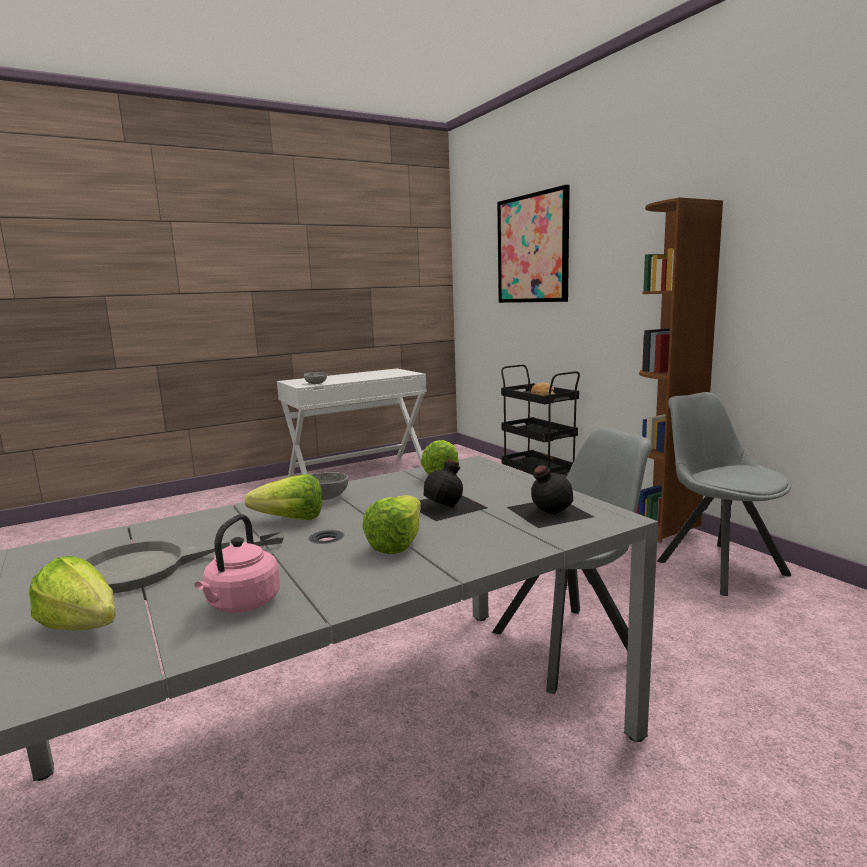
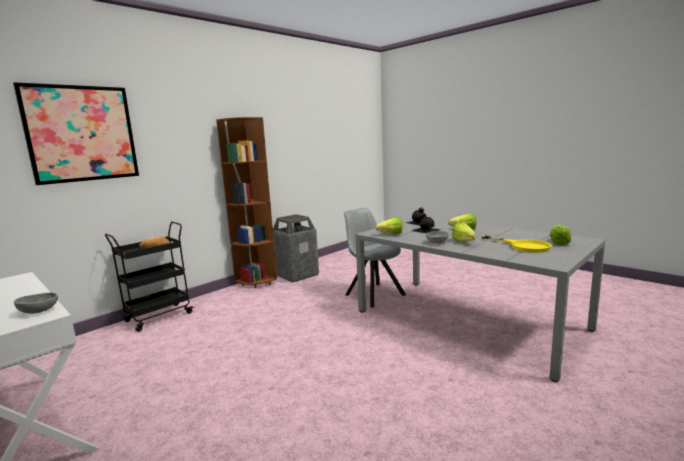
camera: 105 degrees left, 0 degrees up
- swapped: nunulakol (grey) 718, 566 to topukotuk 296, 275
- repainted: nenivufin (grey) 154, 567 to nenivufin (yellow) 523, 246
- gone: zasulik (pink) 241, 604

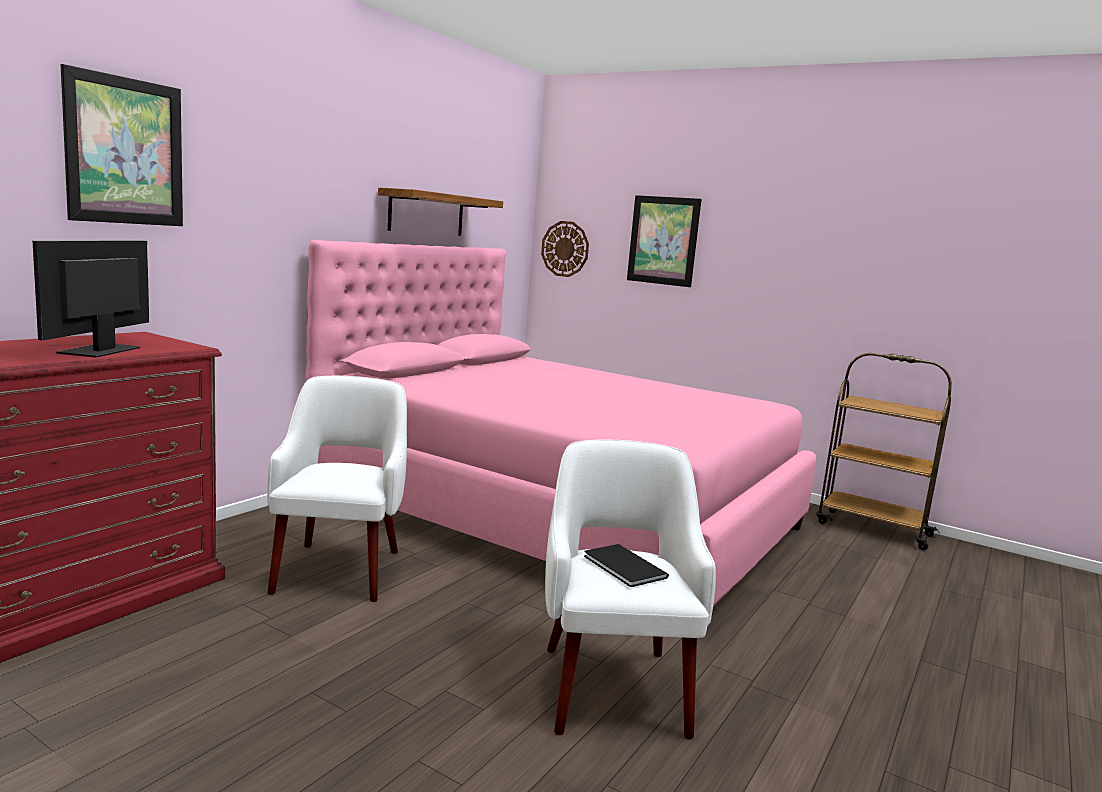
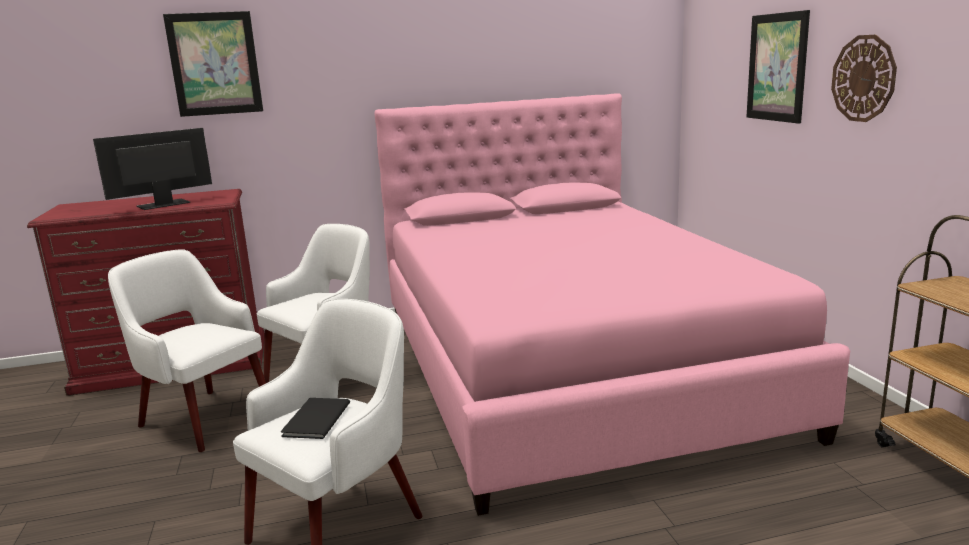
camera: 45 degrees right, 5 degrees up
- new: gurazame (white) 204, 418
- shifted: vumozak 565, 249 to 863, 78
- gone: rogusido 426, 213

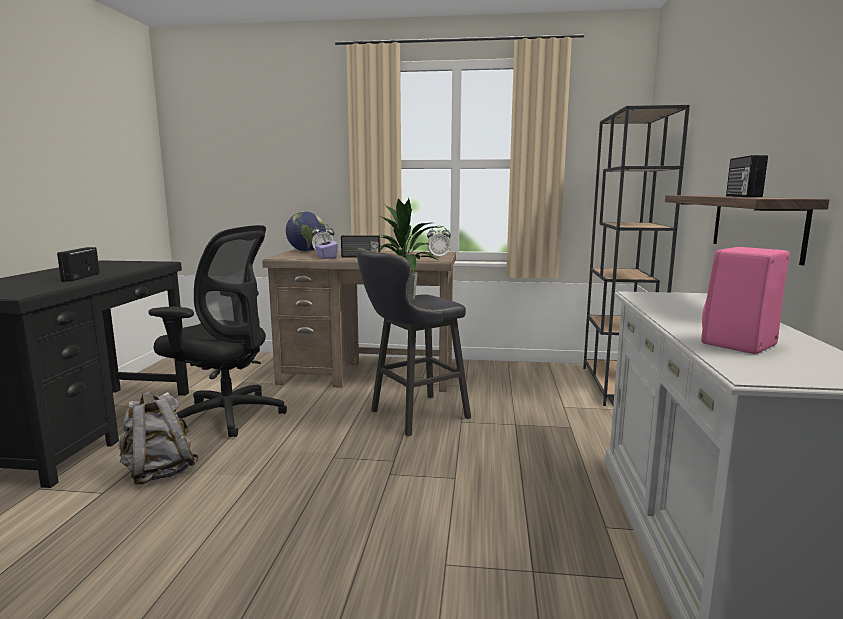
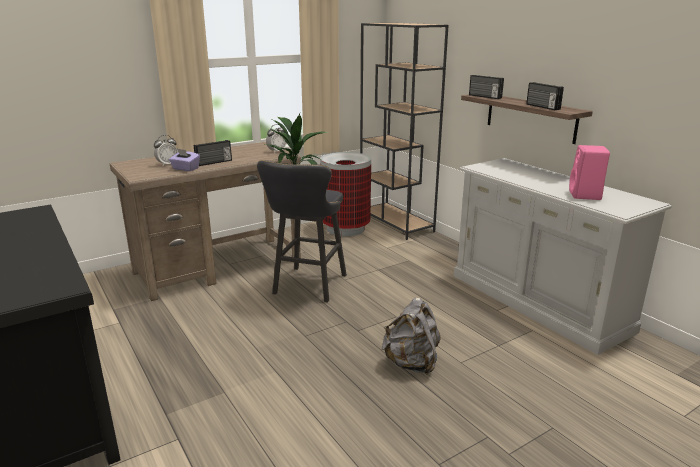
camera: 40 degrees left, 10 degrees up
- new: topukotuk 346, 228
- shifted: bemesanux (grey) 159, 472 to 411, 363
- shifted: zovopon 80, 277 to 484, 96
- gone: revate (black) 222, 415
- gone: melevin 306, 251

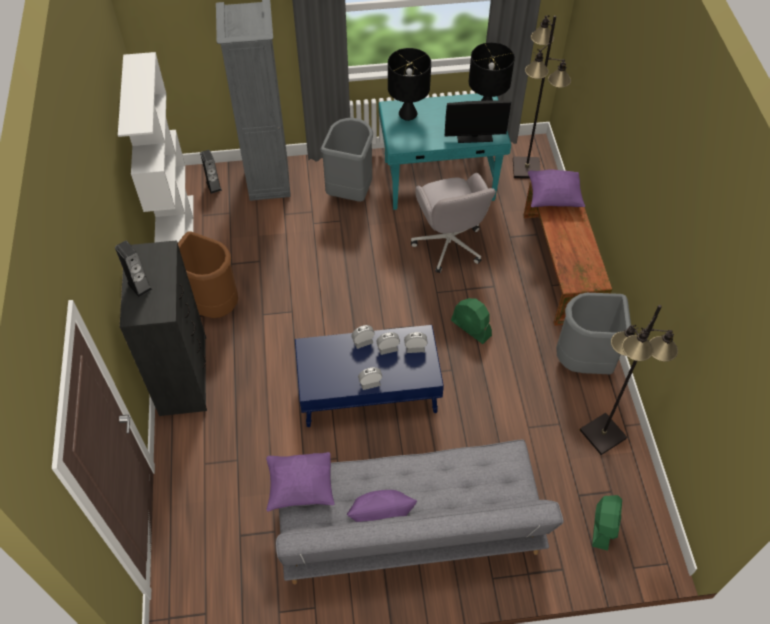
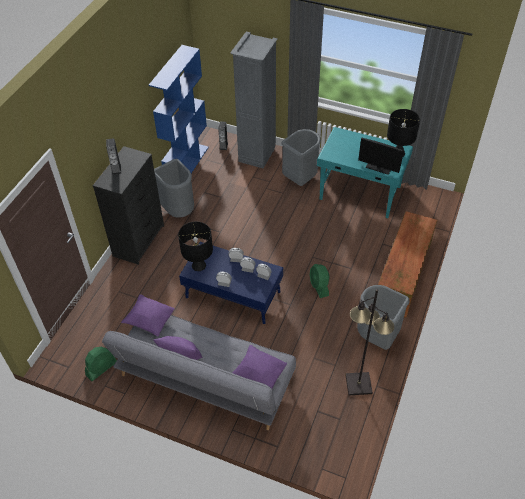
camera: 30 degrees right, 5 degrees down
- shifted: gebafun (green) 603, 526 to 101, 368
- repainted: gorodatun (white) 178, 233 to gorodatun (blue) 187, 164
- repainted: topukotuk (brown) 212, 306 to topukotuk (grey) 178, 210
- shifted: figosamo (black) 407, 115 to 199, 266
- shifted: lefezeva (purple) 553, 198 to 259, 374
- gone: revate (grey) 448, 246
- gone: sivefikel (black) 526, 168

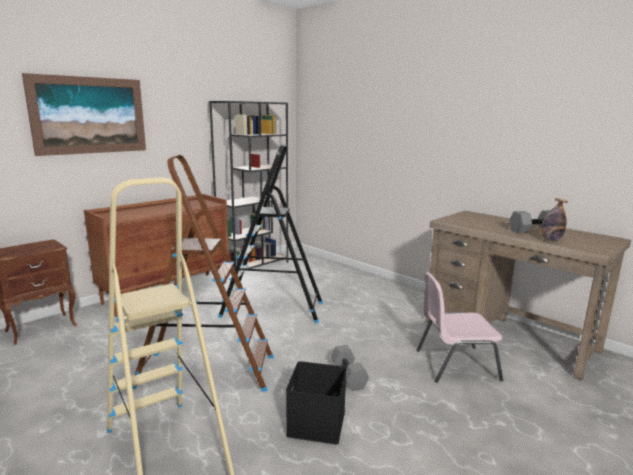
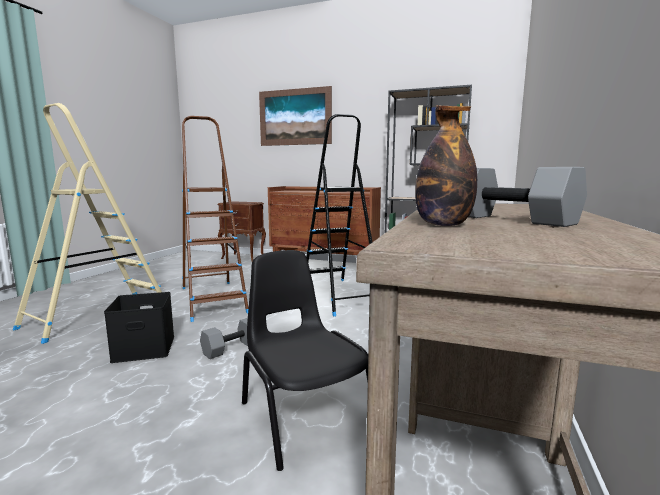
camera: 65 degrees right, 5 degrees down
- repainted: nunulakol (pink) 455, 364 to nunulakol (black) 305, 414

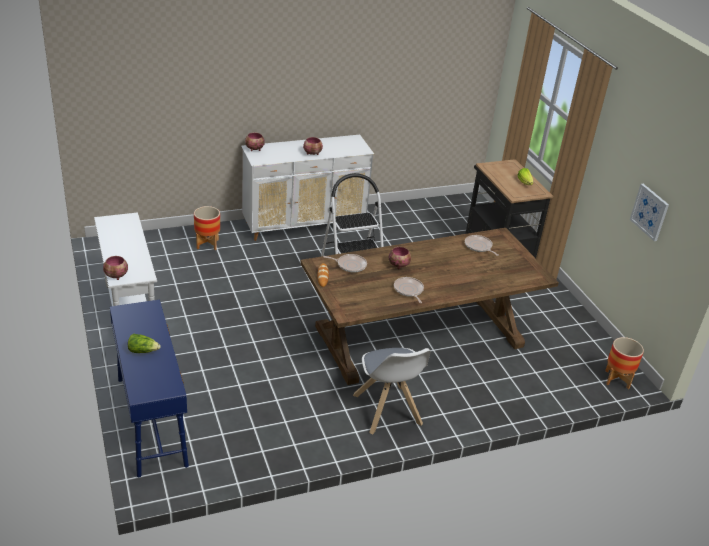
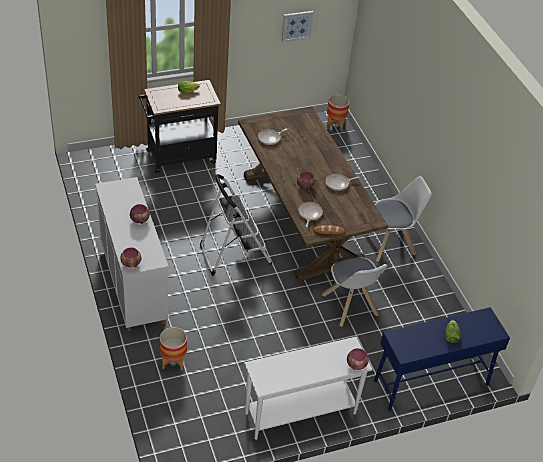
camera: 90 degrees left, 10 degrees up
- new: nunulakol 350, 306

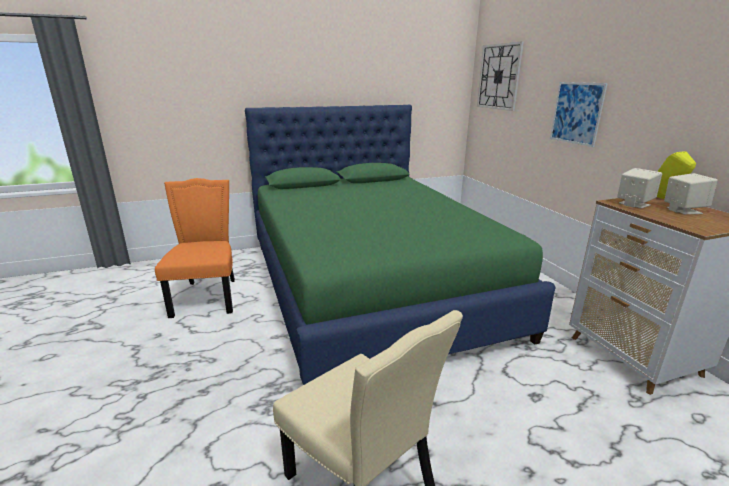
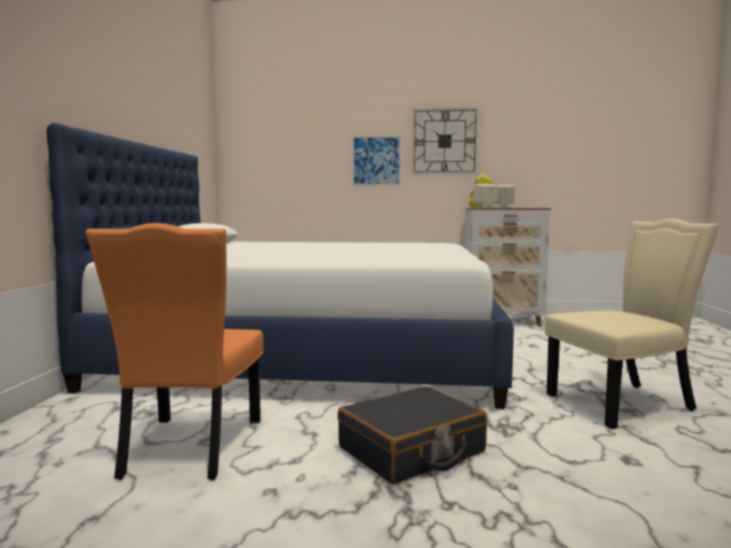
camera: 65 degrees left, 15 degrees down
- repainted: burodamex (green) 370, 285 to burodamex (white) 308, 356
- rotated: nunulakol (orange) 207, 298 = 192, 445 105 degrees counterclockwise
- new: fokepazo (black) 412, 451
- shifted: vumozak 499, 77 to 444, 141

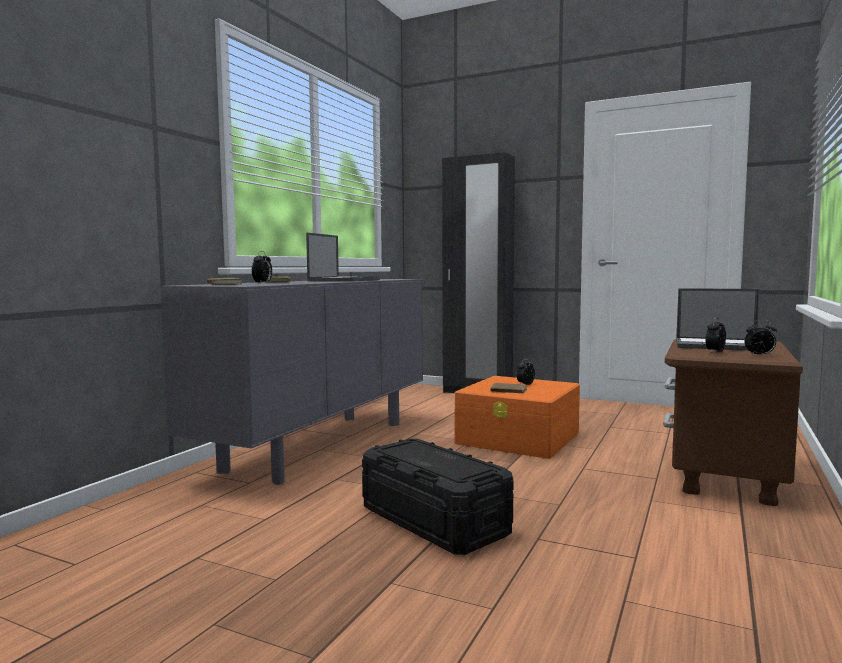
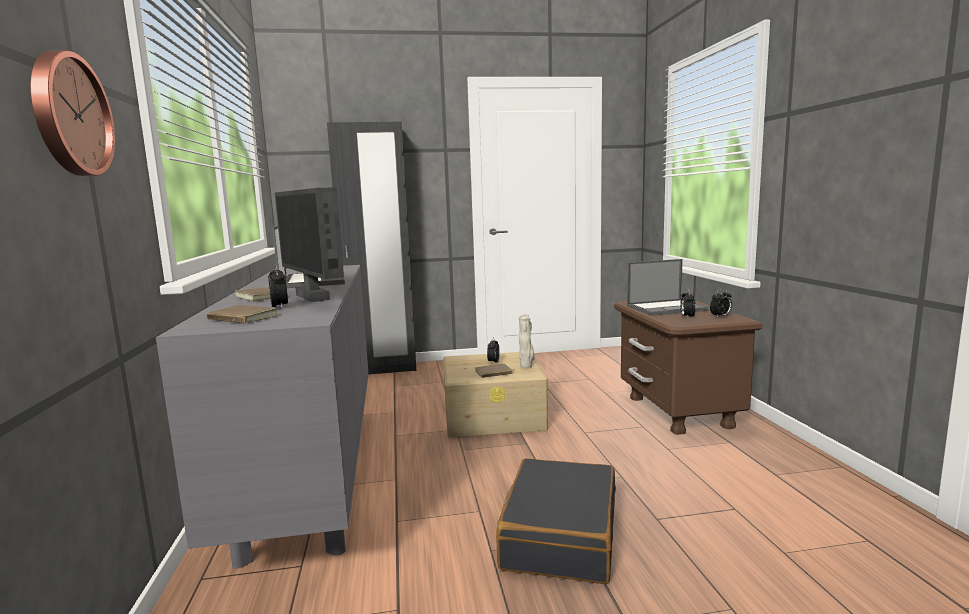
camera: 35 degrees left, 5 degrees up
- new: vumozak 68, 115
- new: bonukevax 314, 297
- repainted: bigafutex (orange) 519, 438 to bigafutex (beige) 494, 414
- swapped: bigafutex (black) 434, 521 to fokepazo (black) 559, 535
- new: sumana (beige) 526, 366

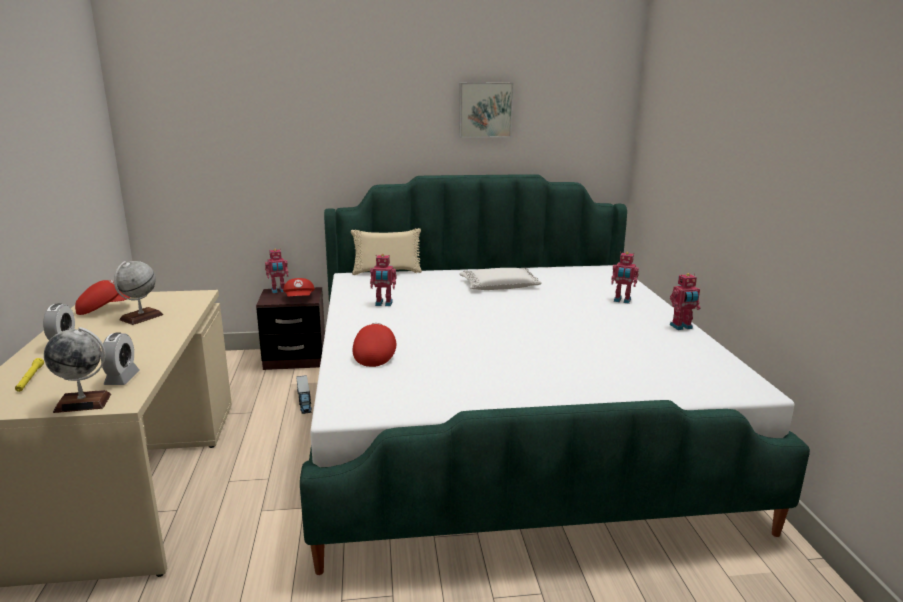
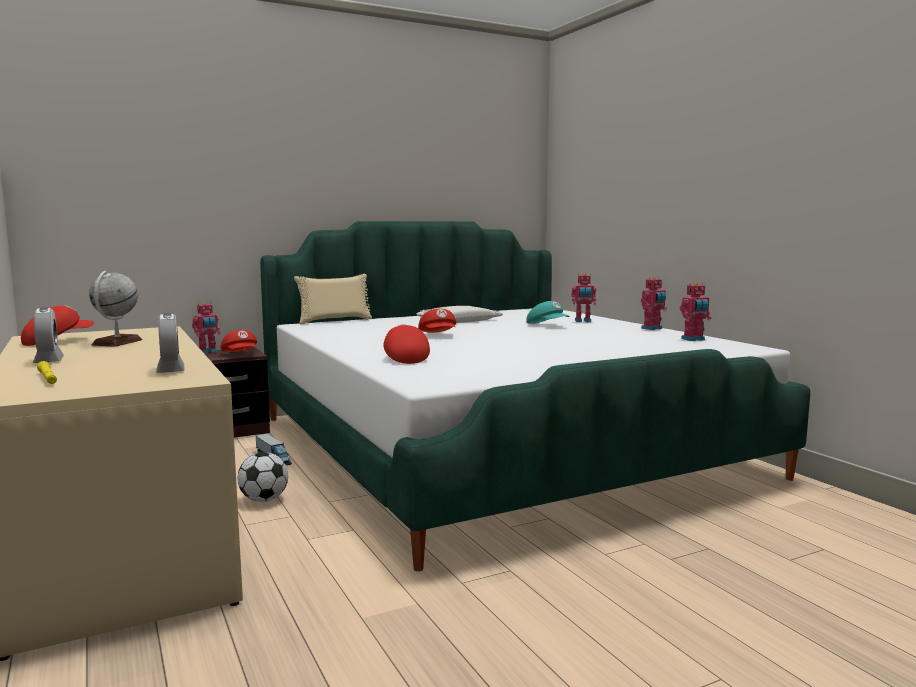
camera: 20 degrees left, 10 degrees down
- new: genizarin 264, 500
- new: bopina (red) 439, 335
- new: bopina (turquoise) 547, 325
- shifted: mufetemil 383, 304 to 694, 339
- gone: melevin 83, 403
- gone: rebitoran 485, 110

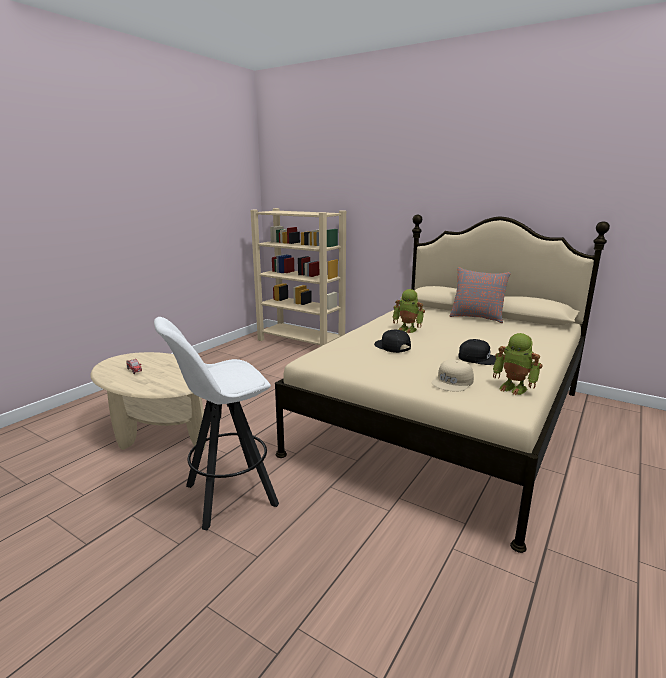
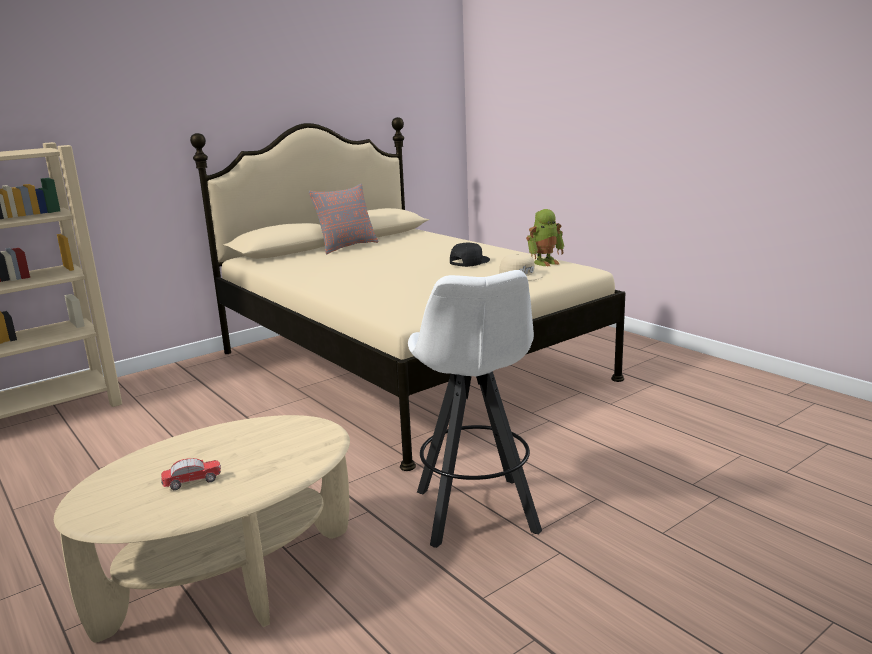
camera: 70 degrees left, 0 degrees up
- gone: bopina (black) 392, 346
- gone: mufetemil 408, 329

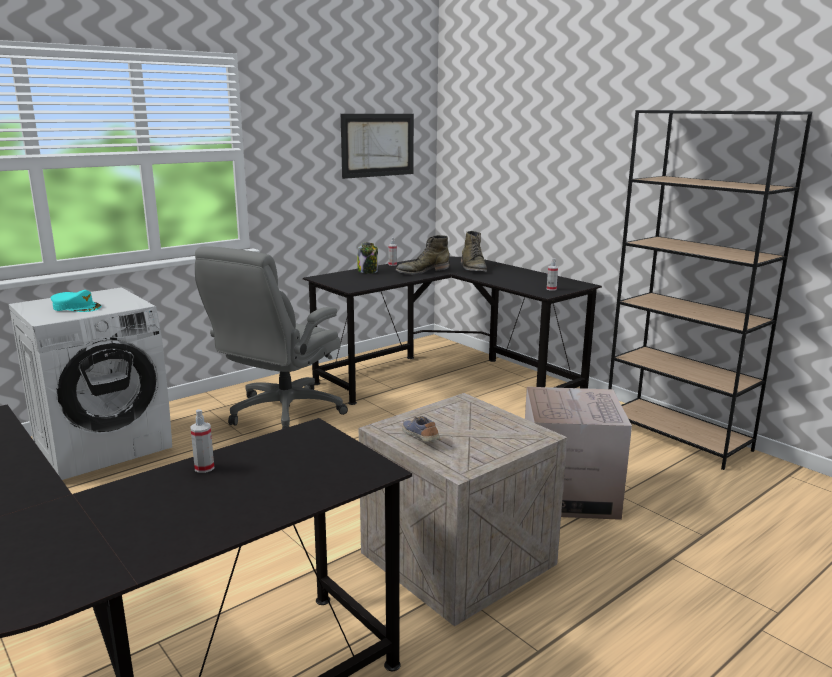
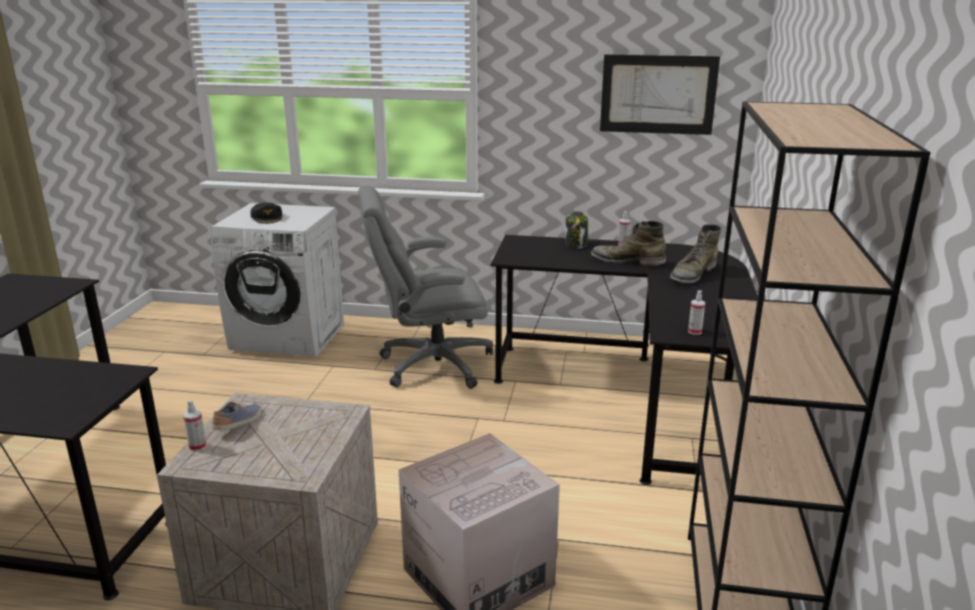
camera: 50 degrees right, 5 degrees up
- shifted: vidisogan 204, 468 to 197, 446
- repainted: bopina (turquoise) 76, 307 to bopina (black) 267, 217

